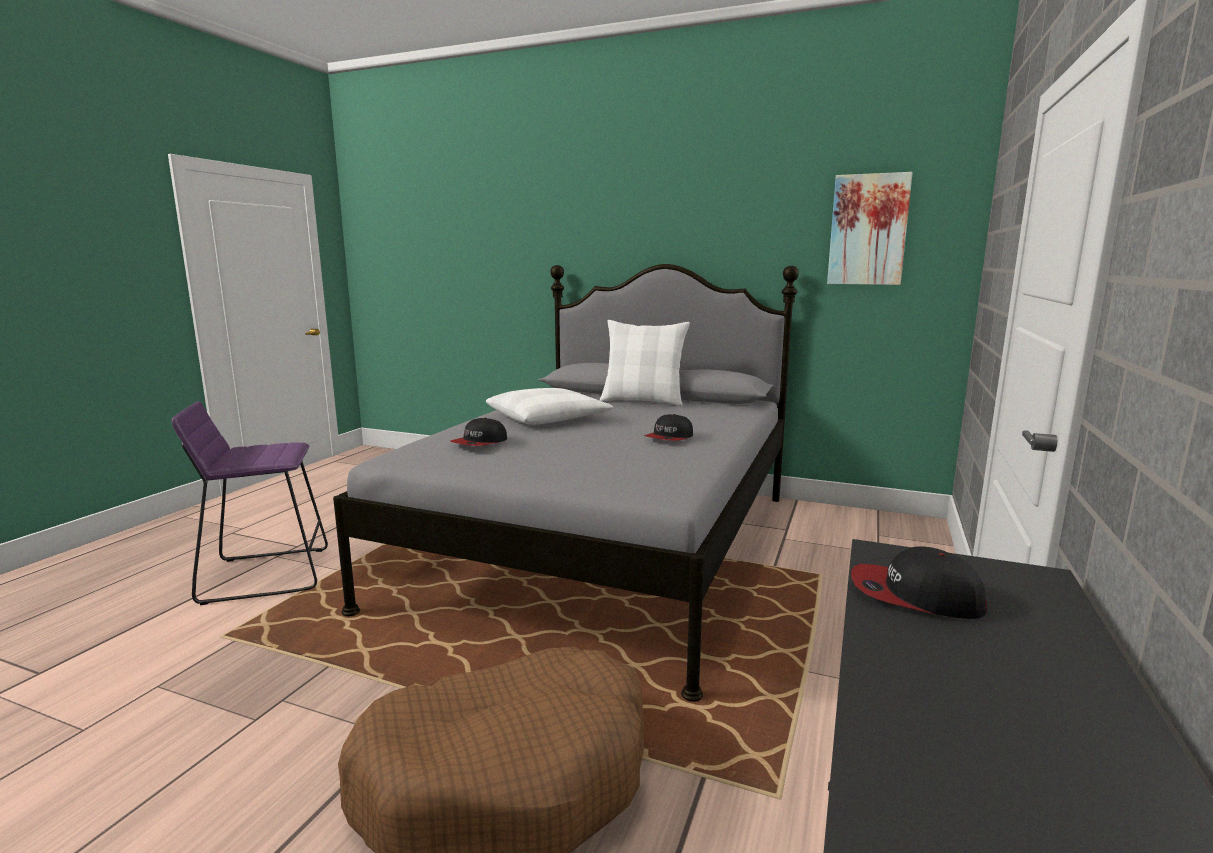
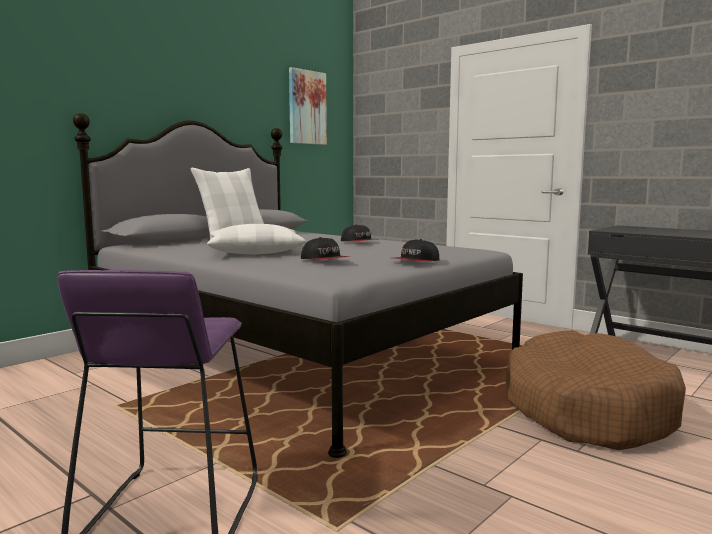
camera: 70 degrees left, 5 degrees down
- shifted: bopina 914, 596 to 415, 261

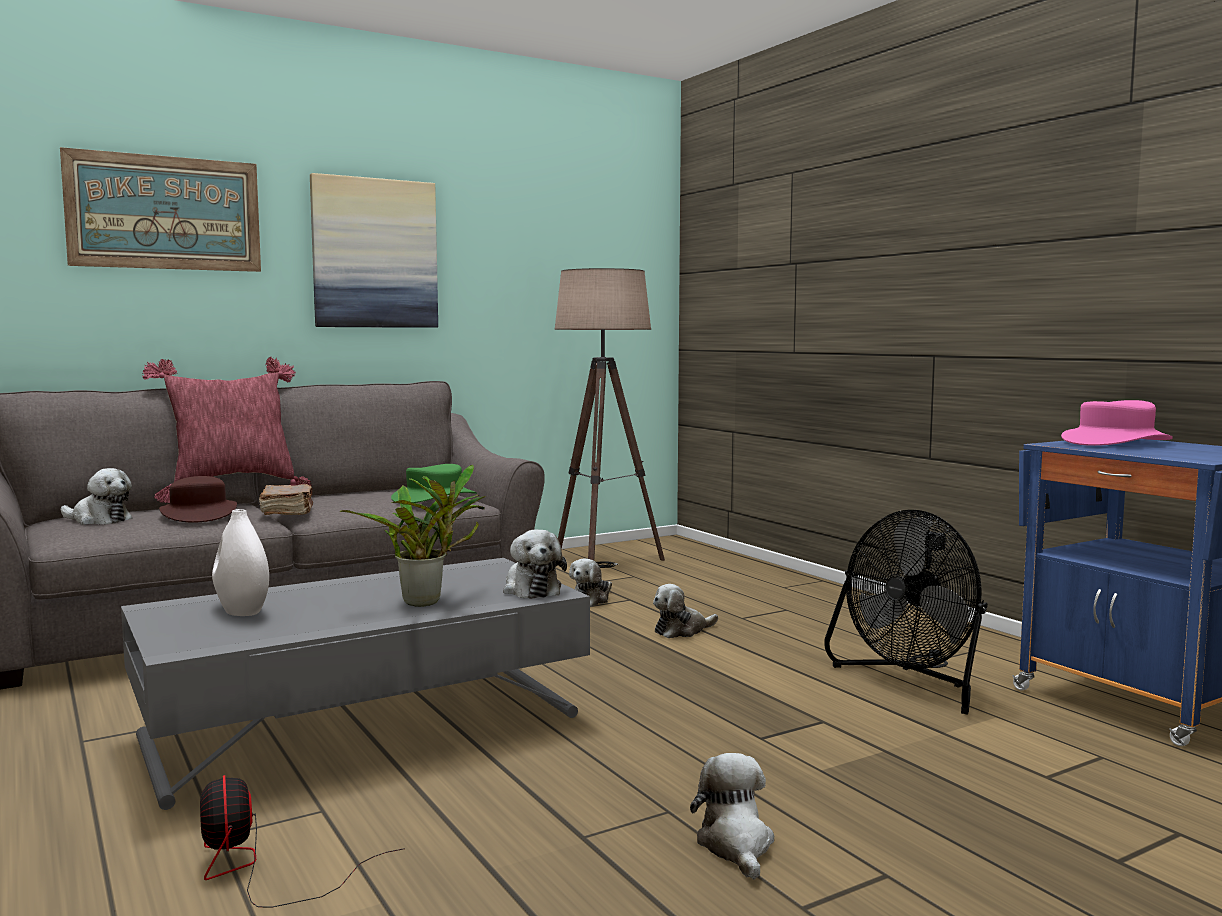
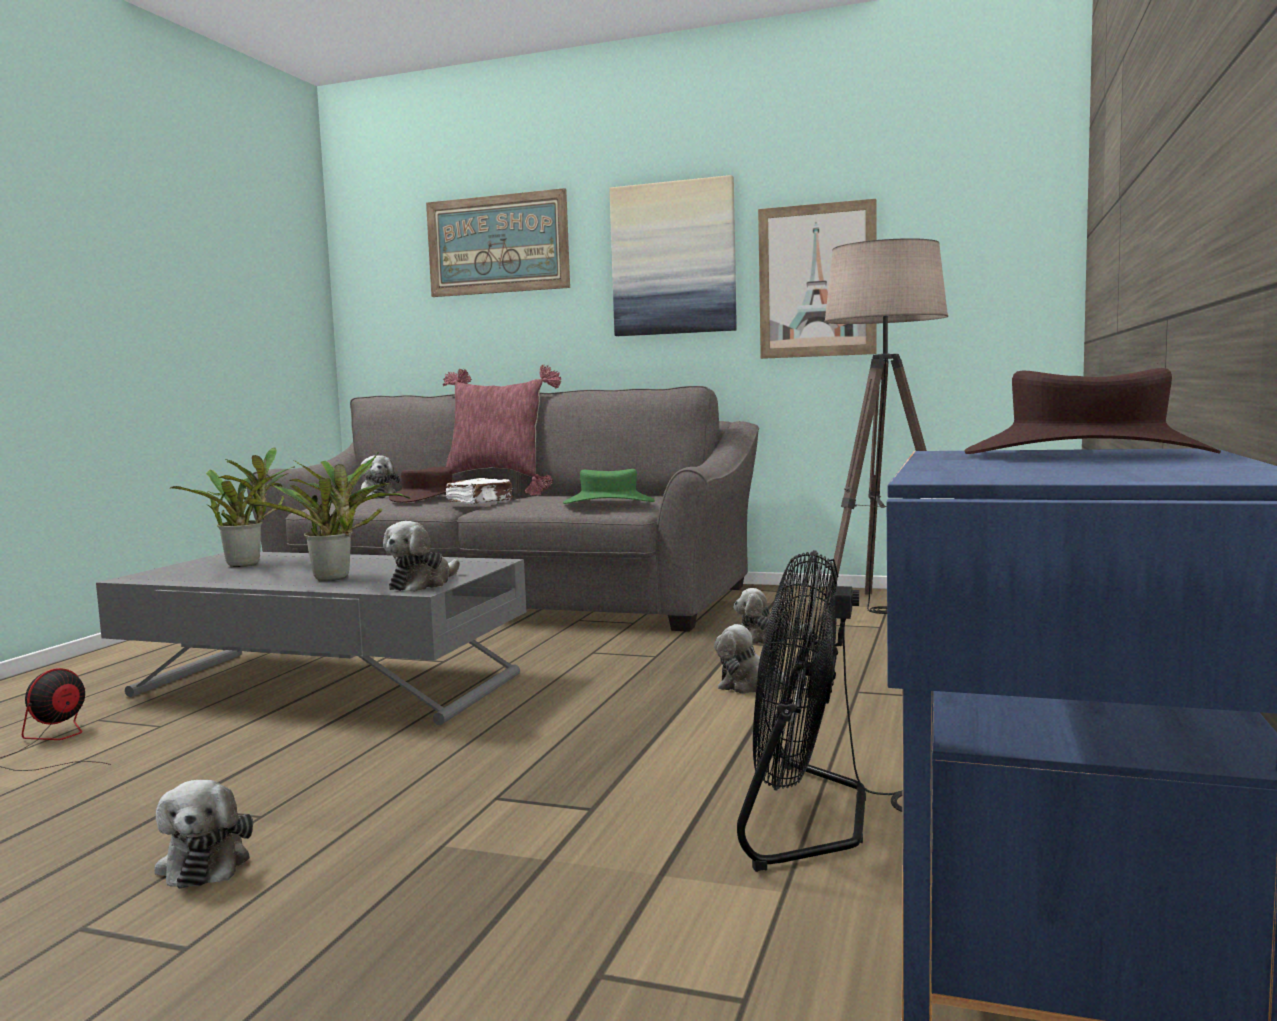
camera: 50 degrees right, 0 degrees up
- rotated: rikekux 736, 845 = 205, 862 120 degrees clockwise
- swapped: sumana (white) 241, 611 to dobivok 248, 564
- repainted: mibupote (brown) 288, 512 to mibupote (white) 481, 503
- new: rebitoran 817, 281
- repainted: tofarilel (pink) 1115, 442 to tofarilel (brown) 1086, 454

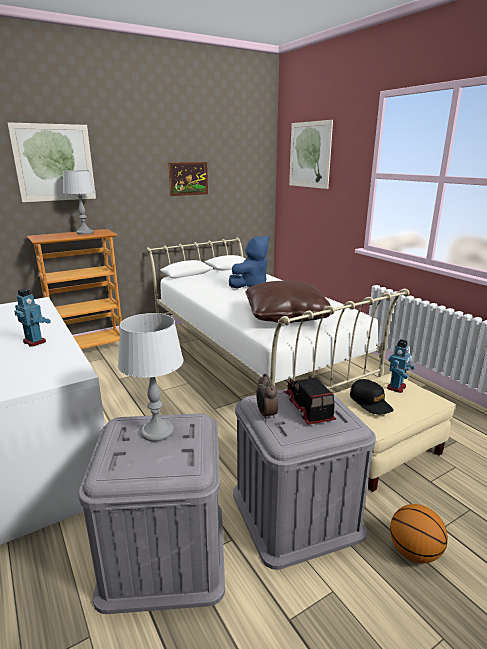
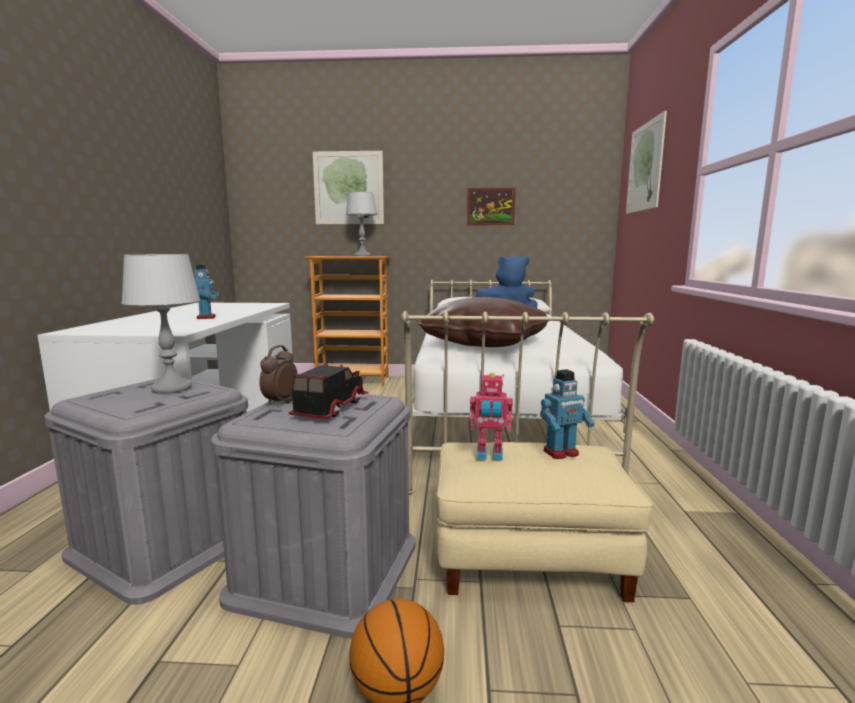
camera: 35 degrees right, 10 degrees down
- swapped: bopina (black) 370, 402 to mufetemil 489, 455

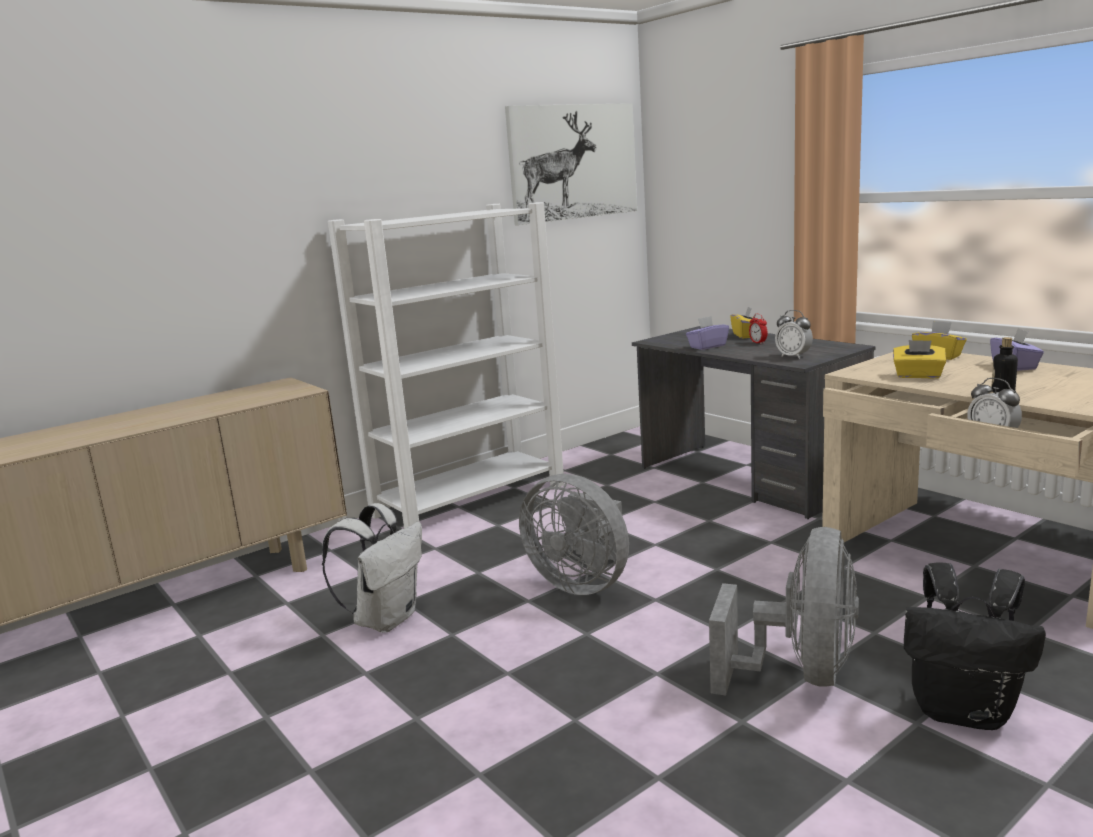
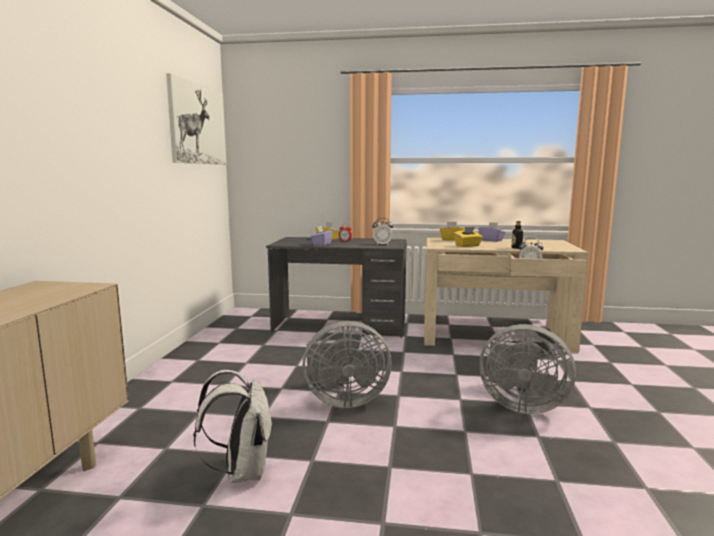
camera: 45 degrees left, 5 degrees down
- rotated: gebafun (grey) 800, 674 = 520, 405 135 degrees clockwise
- gone: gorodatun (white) 469, 500
- gone: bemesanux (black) 964, 712

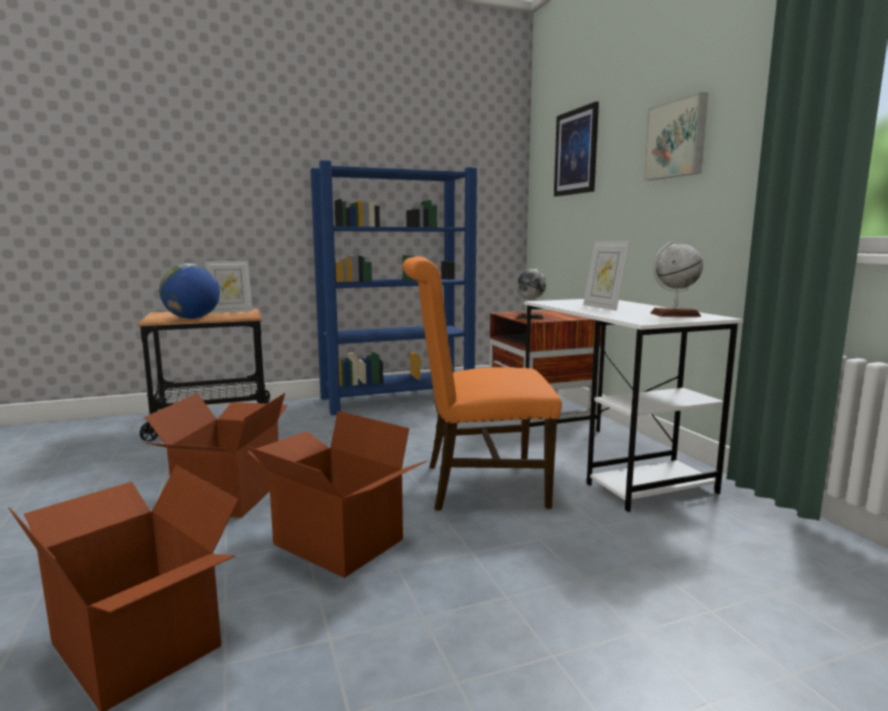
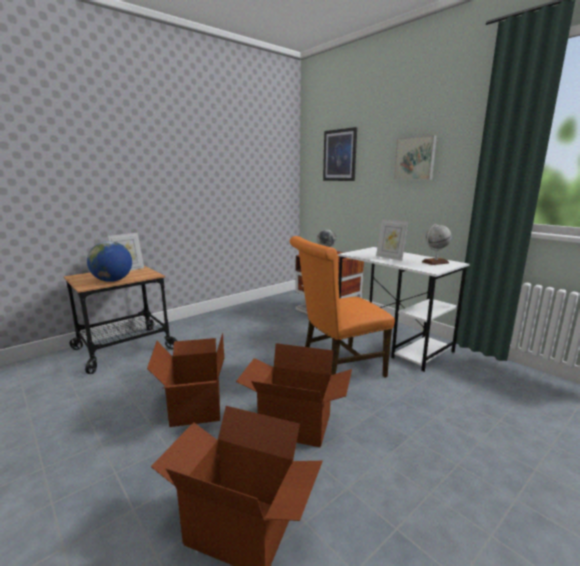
camera: 20 degrees left, 5 degrees up
- gone: gorodatun (blue) 397, 399

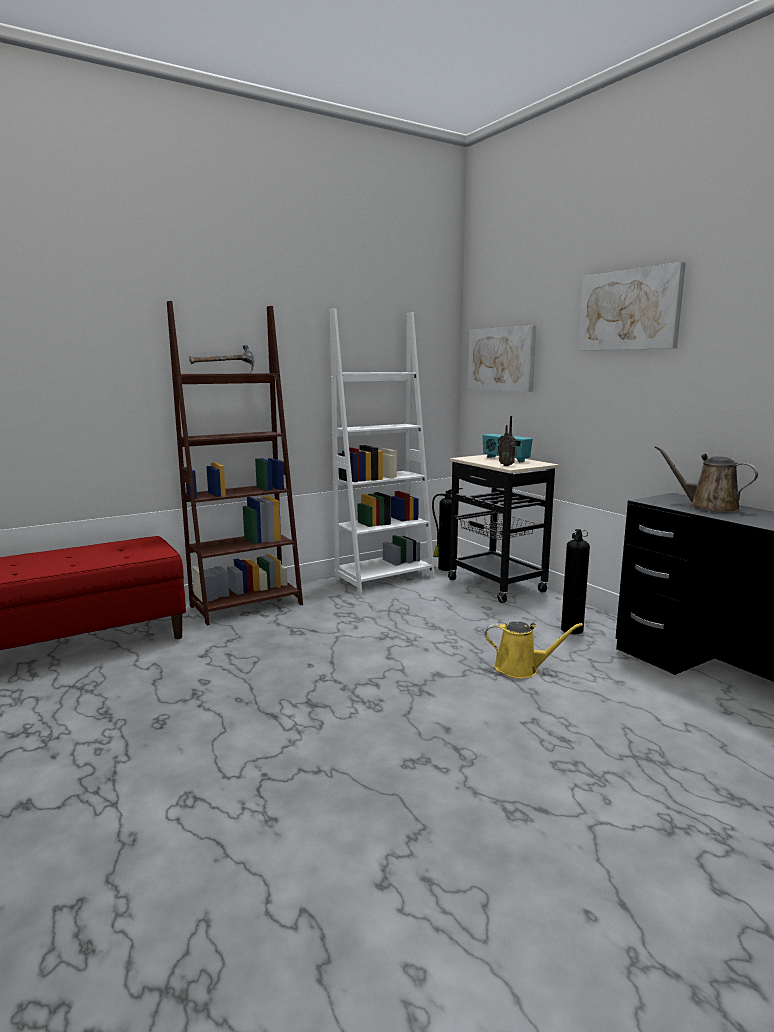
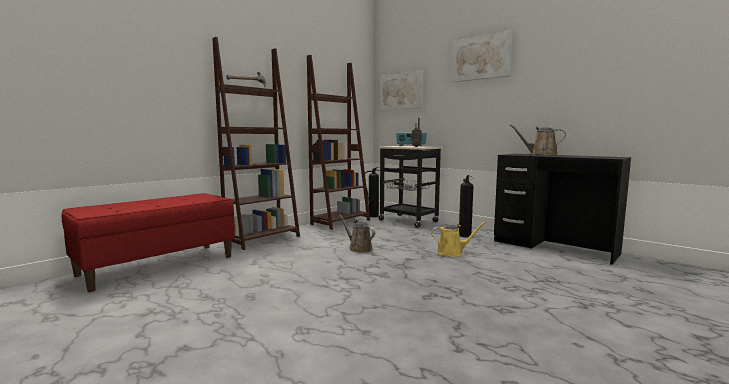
camera: 15 degrees left, 5 degrees down
- repainted: gorodatun (white) 384, 578 to gorodatun (brown) 340, 222
- new: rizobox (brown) 359, 248

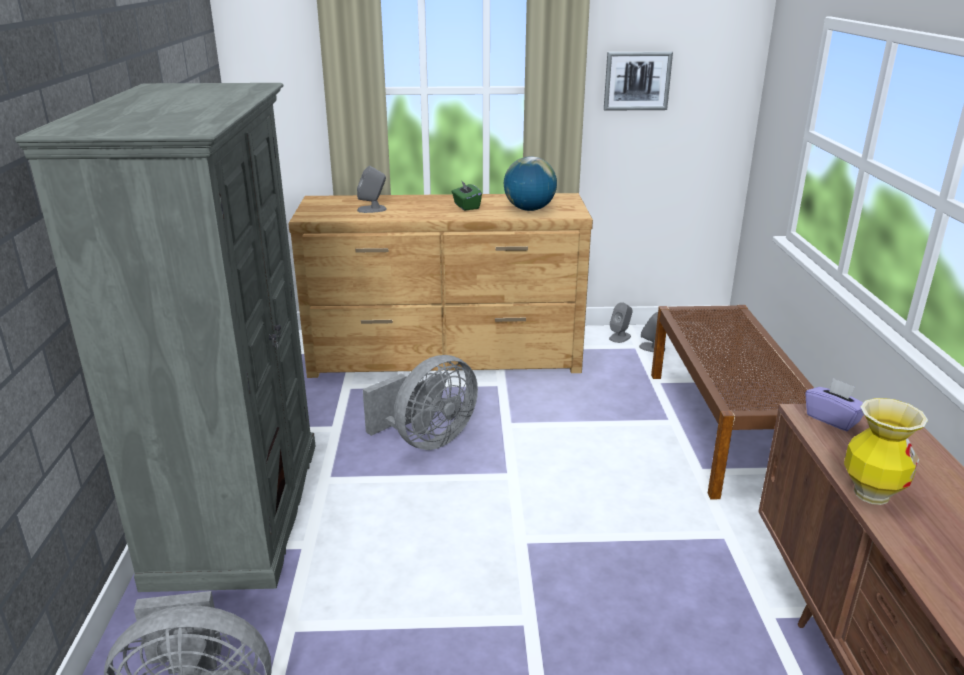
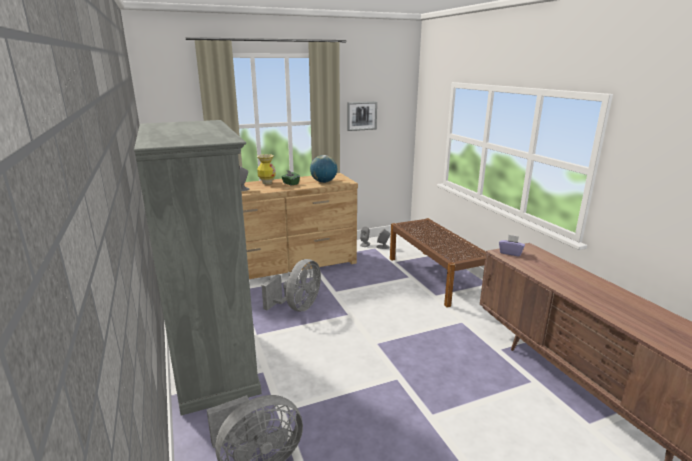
camera: 20 degrees left, 5 degrees down
- shifted: sumana 871, 494 to 267, 183

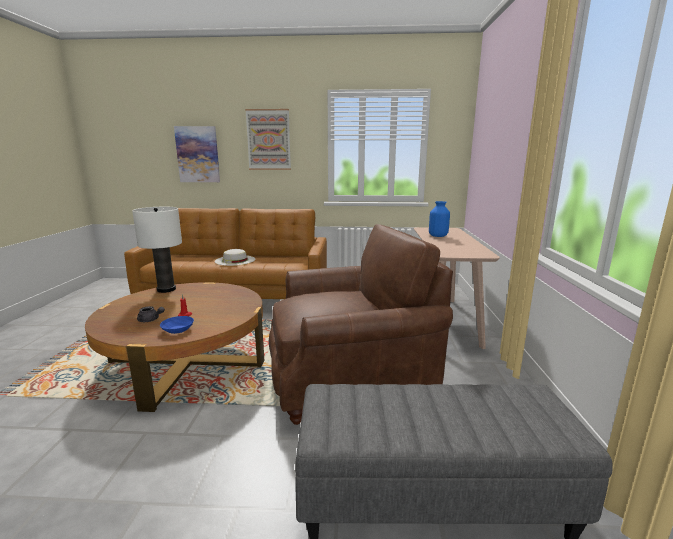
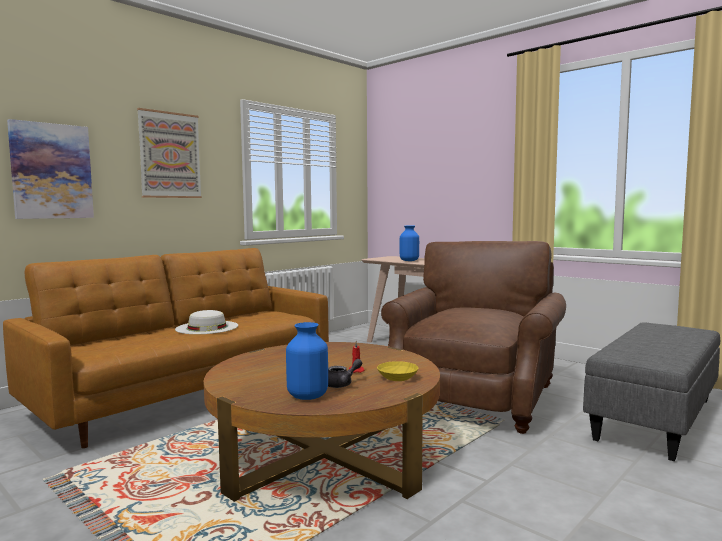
camera: 50 degrees left, 10 degrees down
- new: sumana (blue) 307, 396
- repainted: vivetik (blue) 178, 329 to vivetik (yellow) 398, 377
- gone: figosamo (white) 166, 289

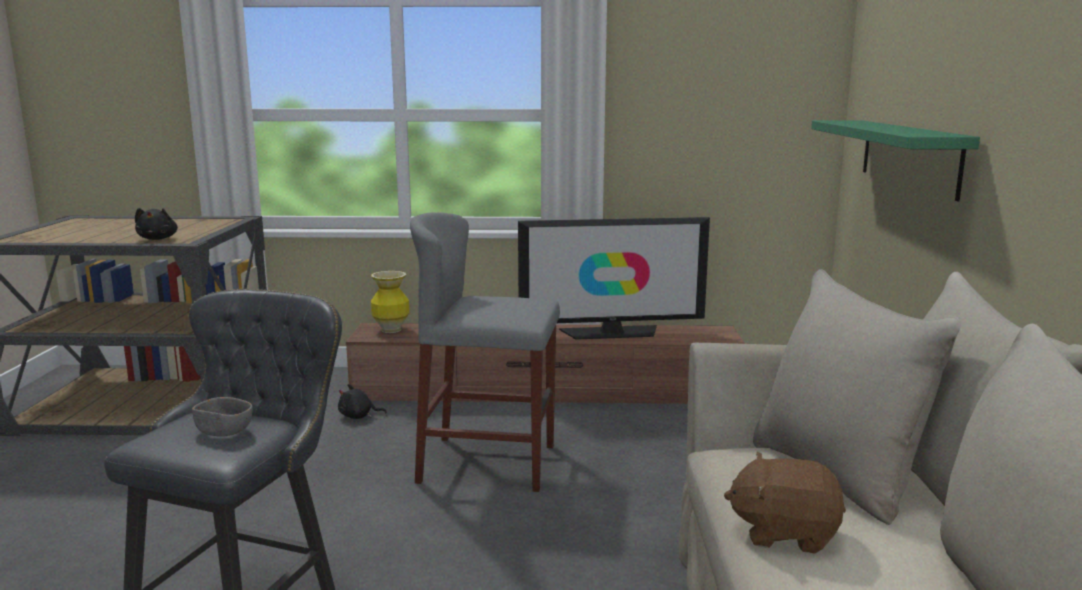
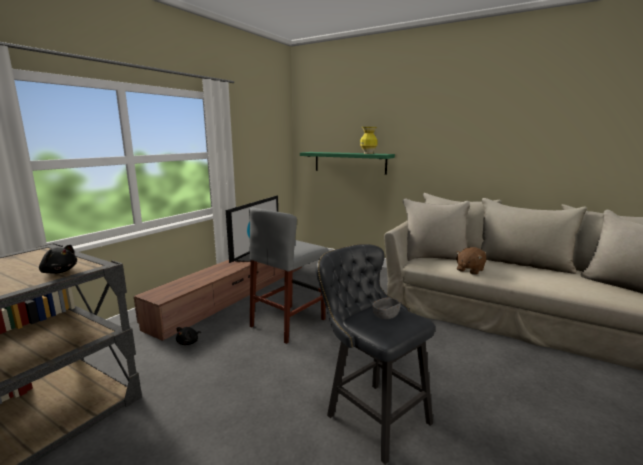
camera: 60 degrees left, 0 degrees up
- shifted: sumana 391, 330 to 368, 153

